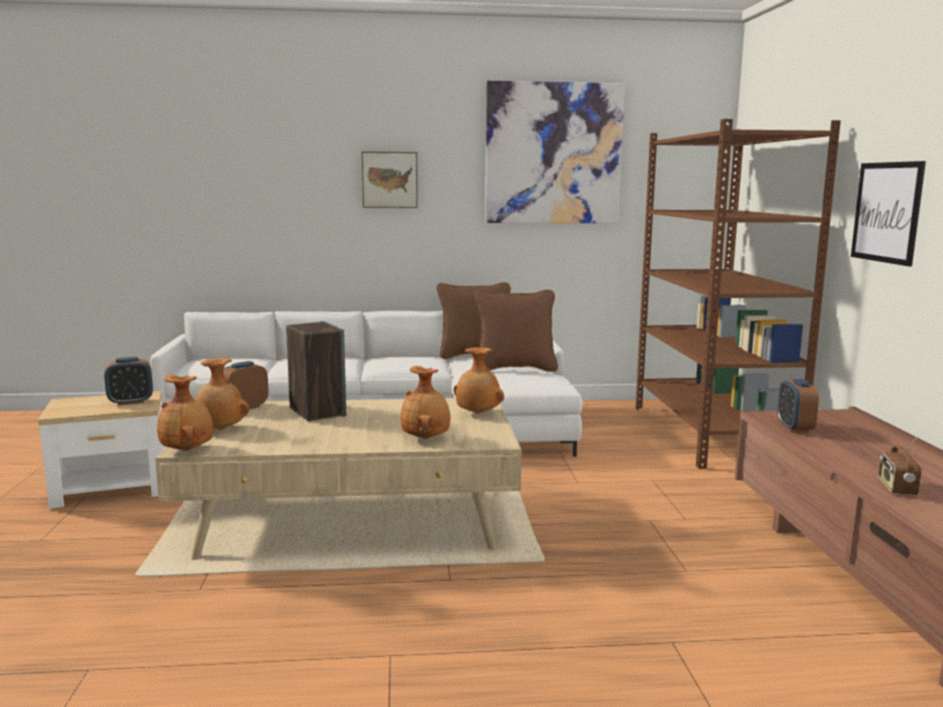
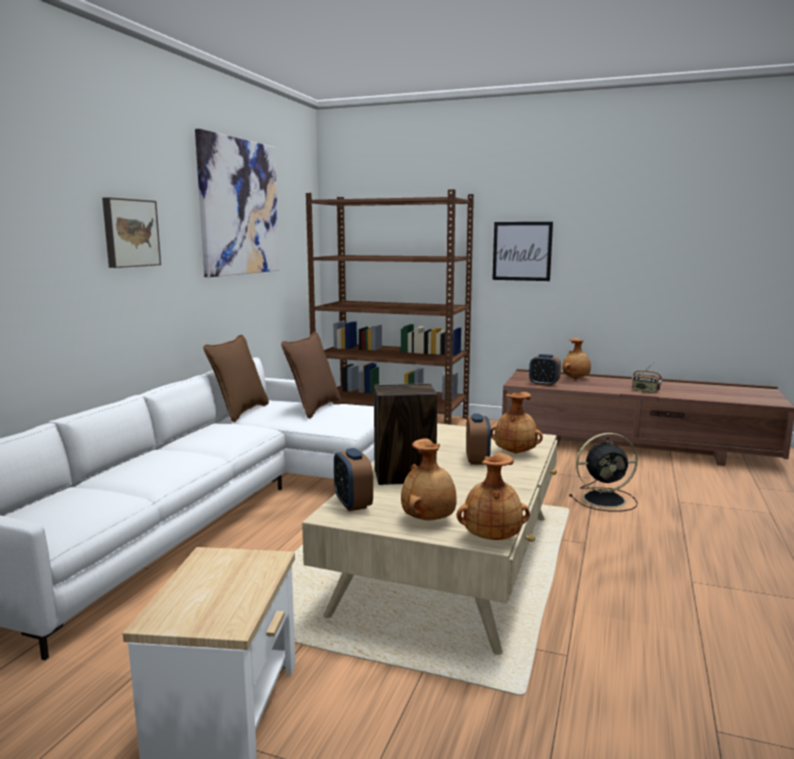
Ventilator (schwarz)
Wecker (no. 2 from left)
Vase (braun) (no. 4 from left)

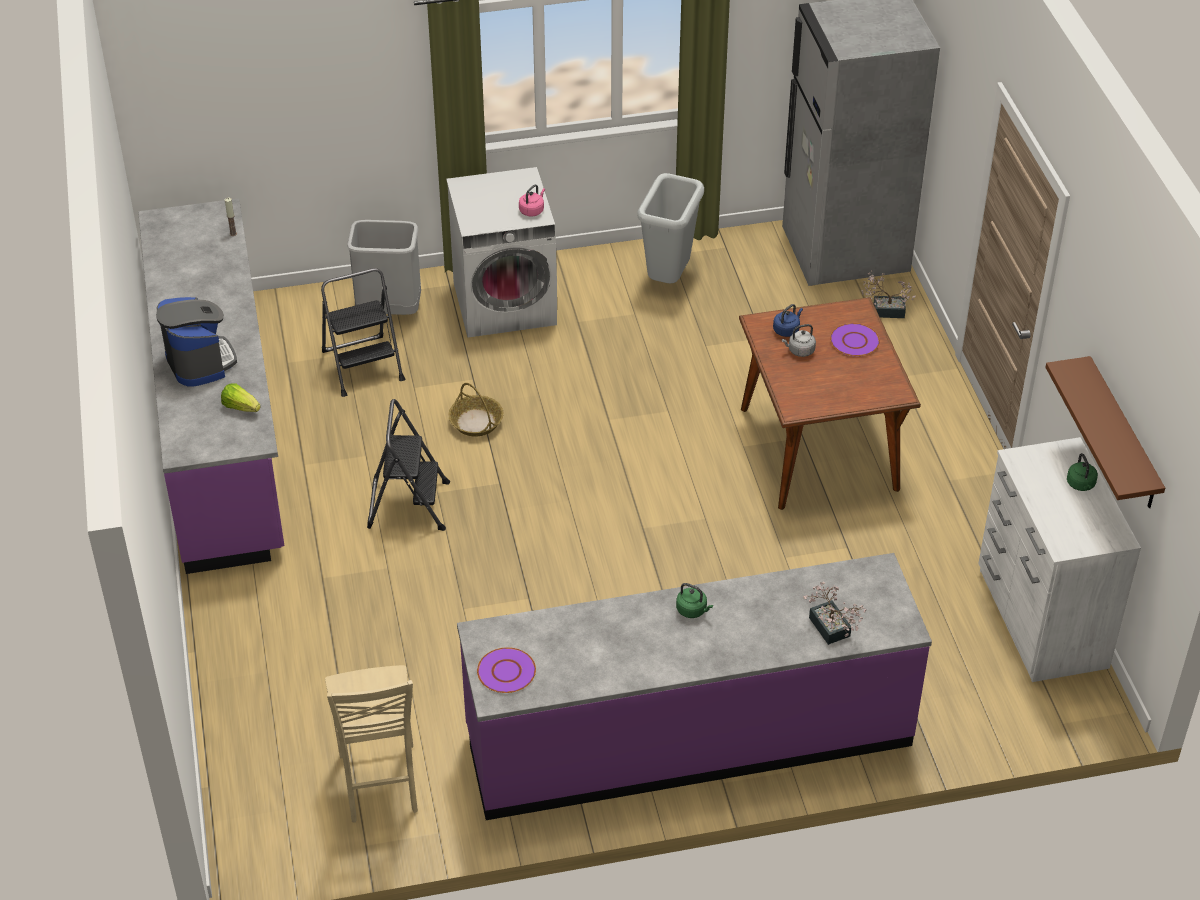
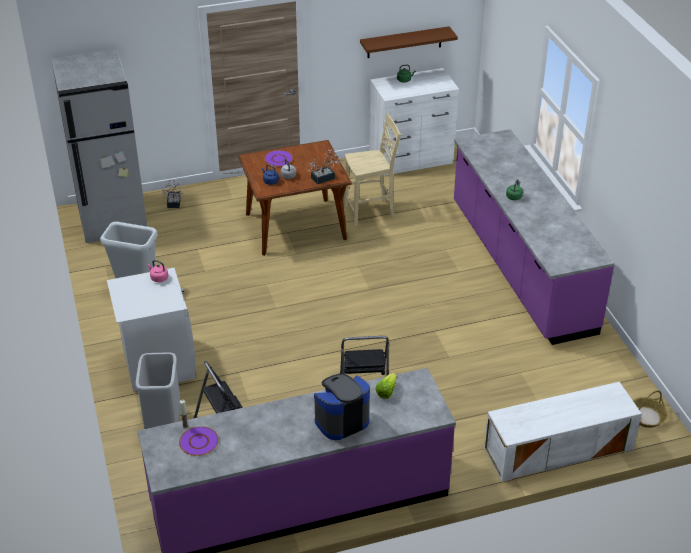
Bank (weiß)
Stuhl (beige)
Korb
Teller (lila) (no. 1 from left)
Topfpflanze (no. 2 from left)

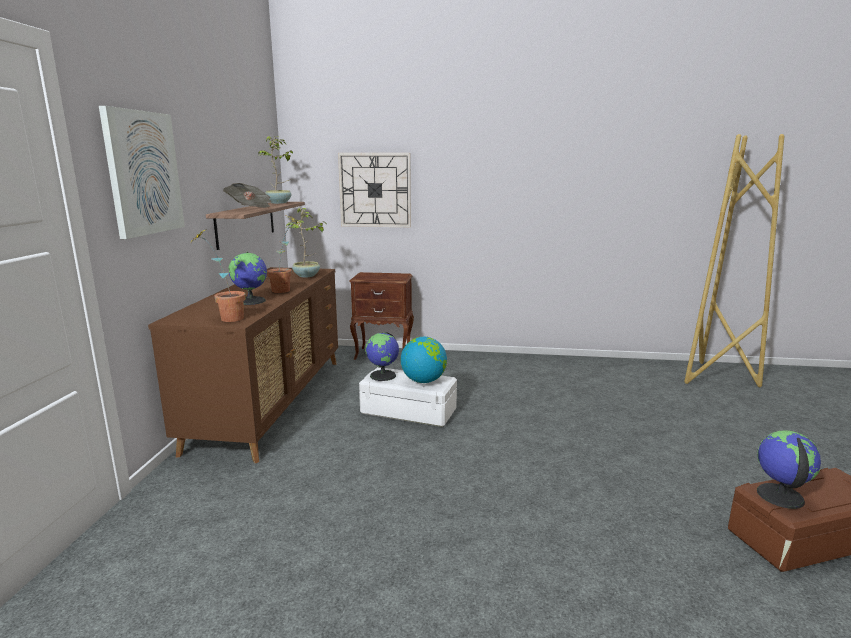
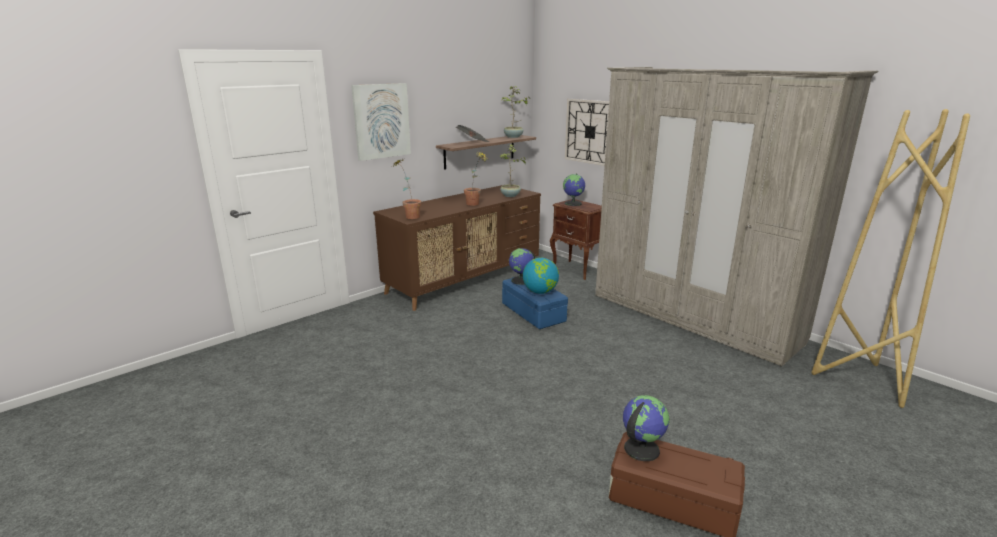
Kleiderschrank (beige)
Globus (no. 3 from left)
Aufbewahrungsbox (blau)

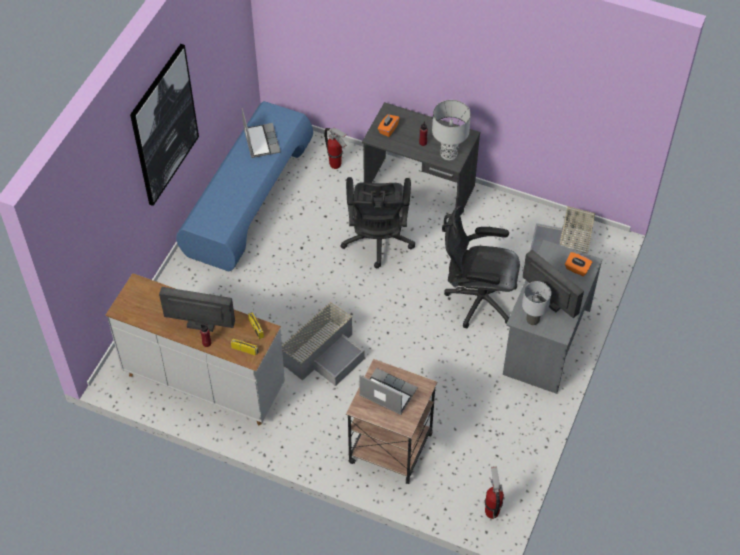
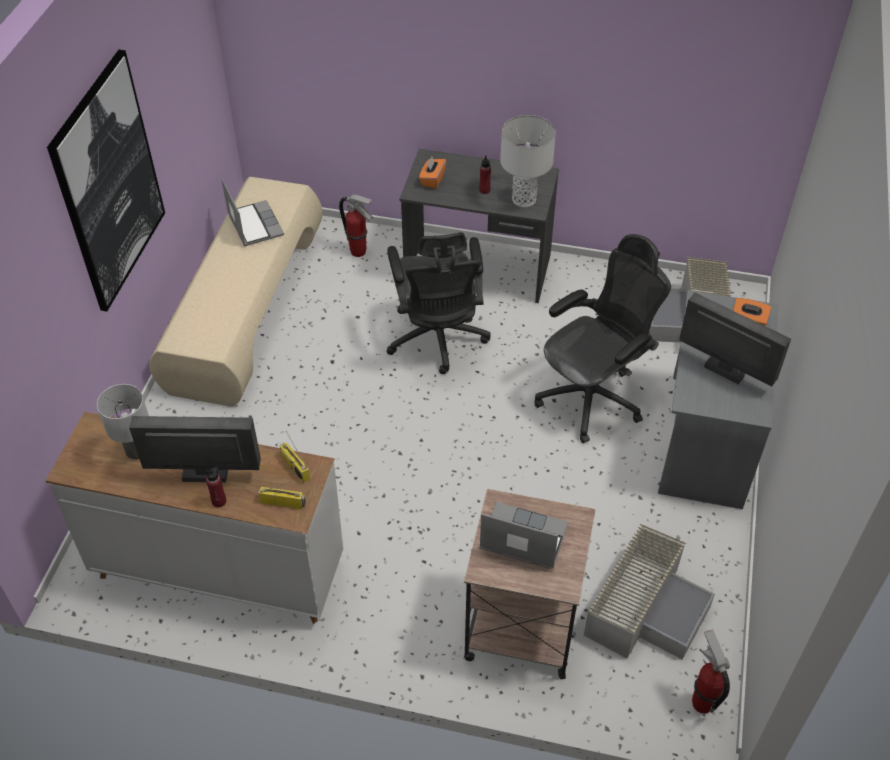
Aufbewahrungsbox (grau) (no. 1 from left)
Tischlampe (weiß) (no. 1 from left)
Bank (beige)
Bürostuhl (no. 2 from left)

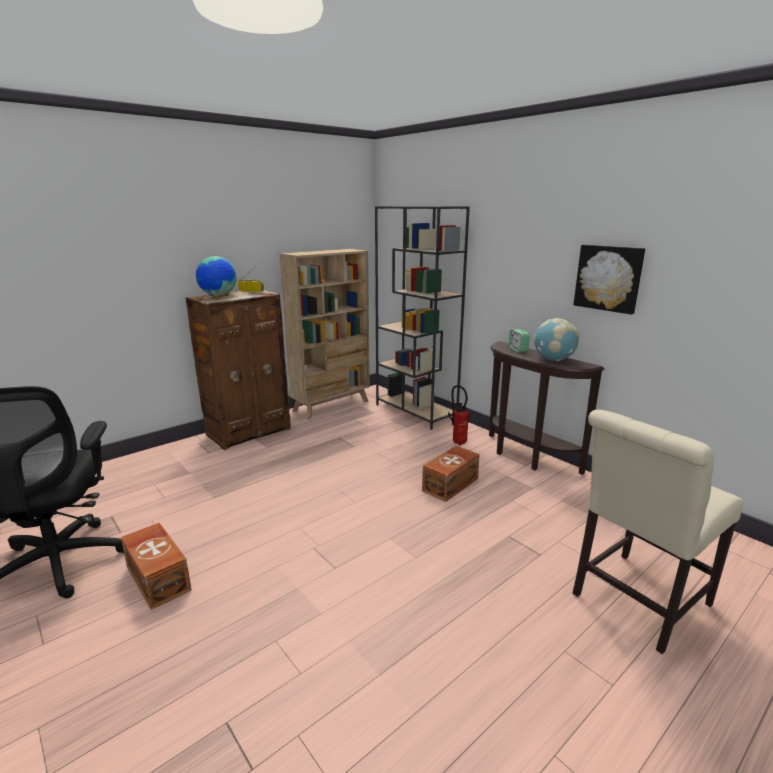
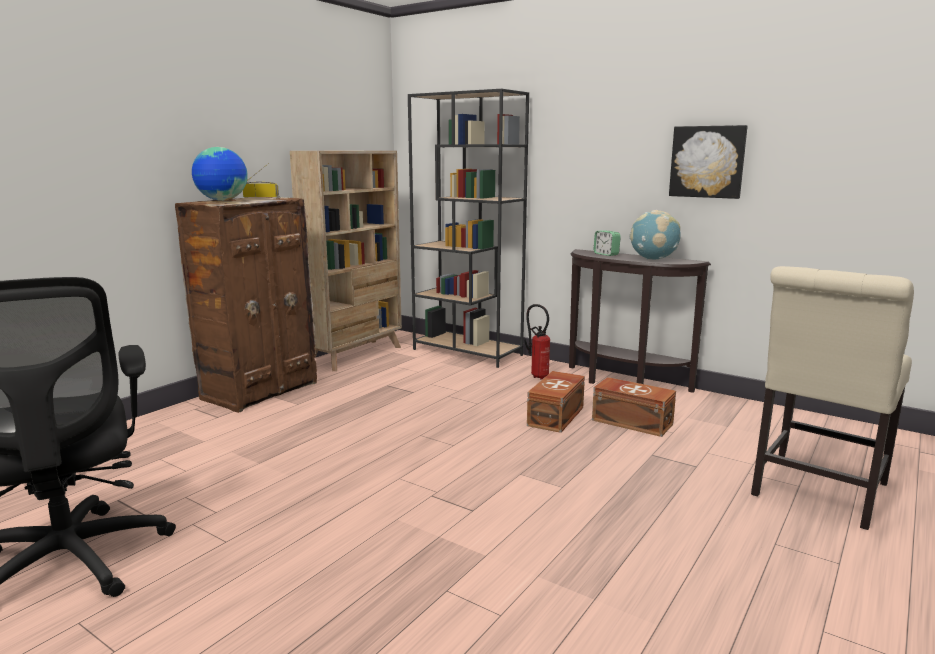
Aufbewahrungsbox (braun) (no. 2 from left)

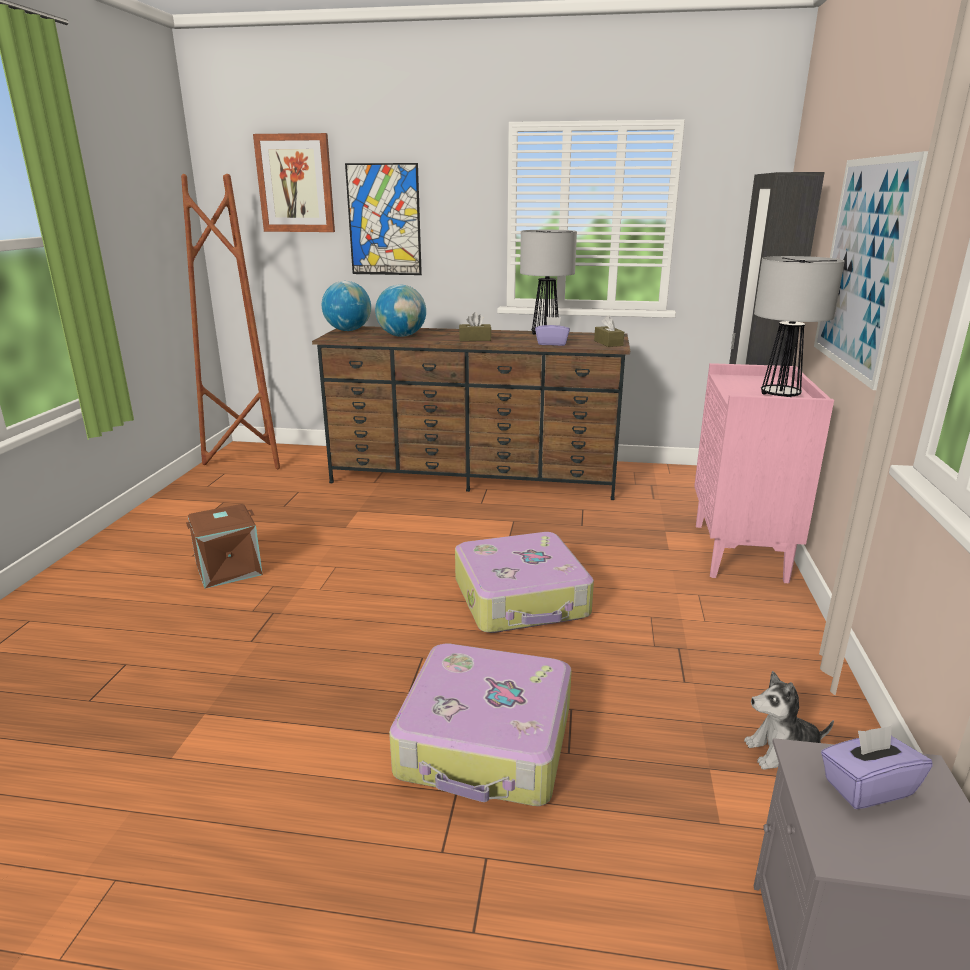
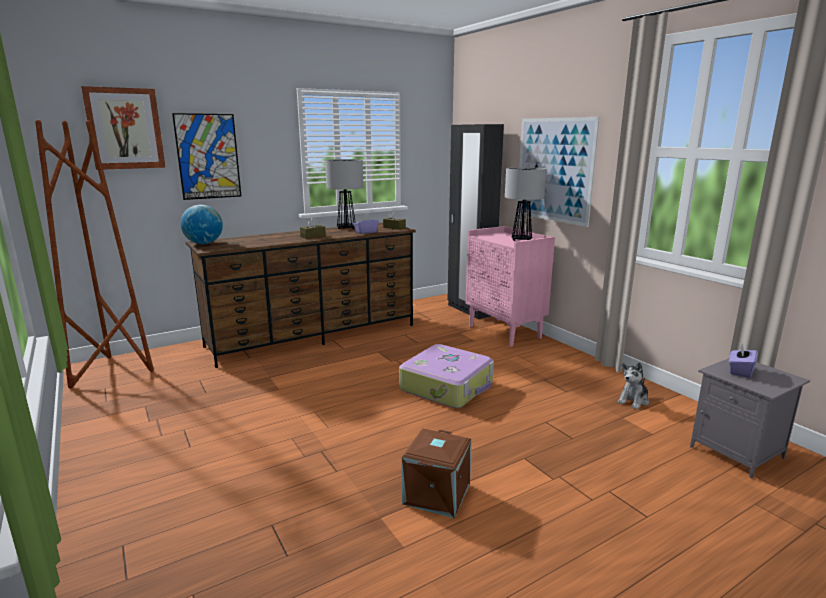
Globus (no. 2 from left in the first image)
Koffer (no. 1 from left in the first image)
Aufbewahrungsbox (braun)

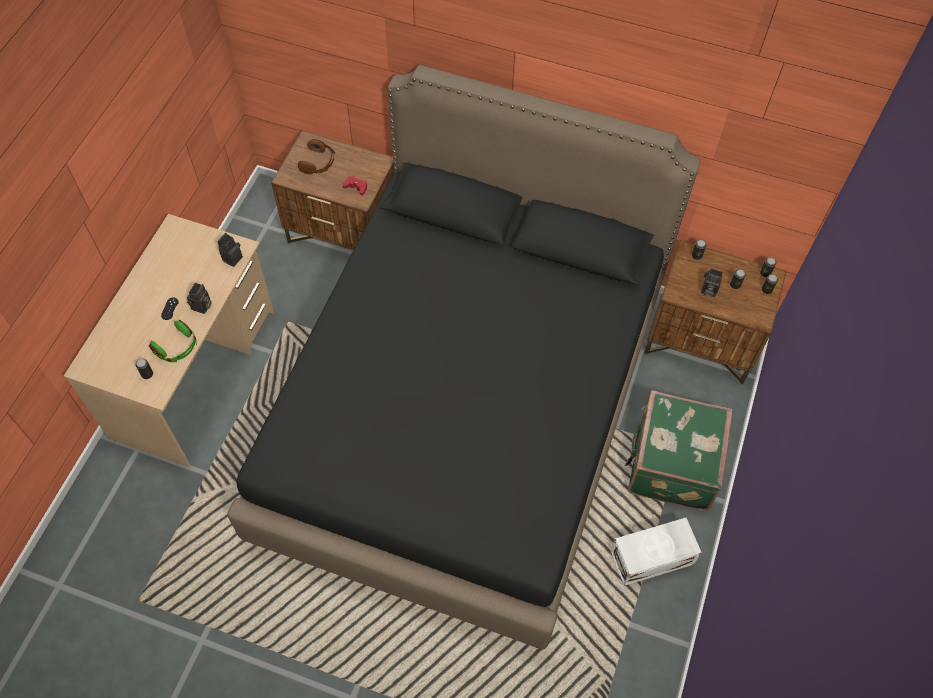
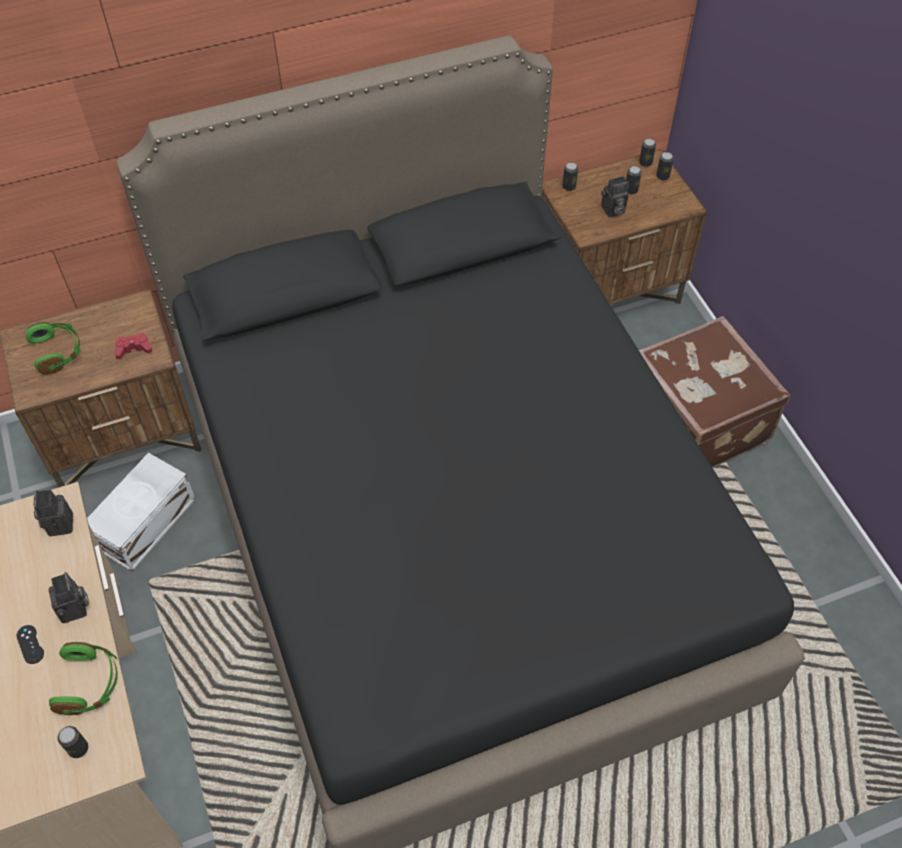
Aufbewahrungsbox (weiß)
Kopfhörer (grün) (no. 1 from left)
Koffer (braun)

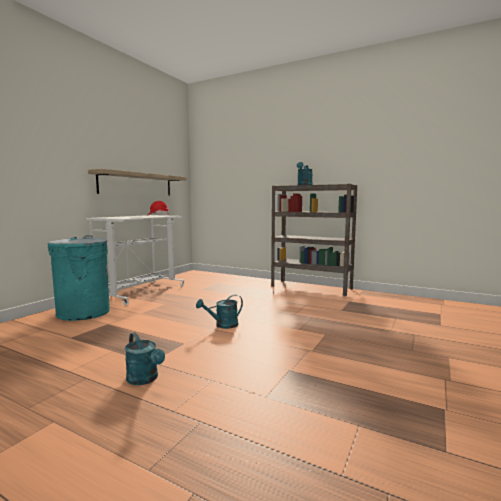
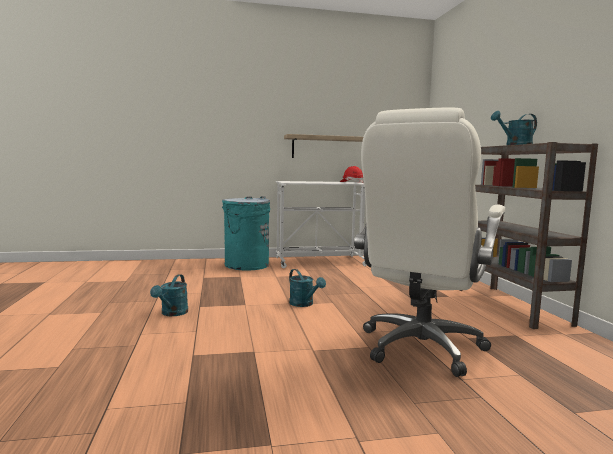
Bürostuhl (weiß)
Gießkanne (türkis) (no. 2 from left)

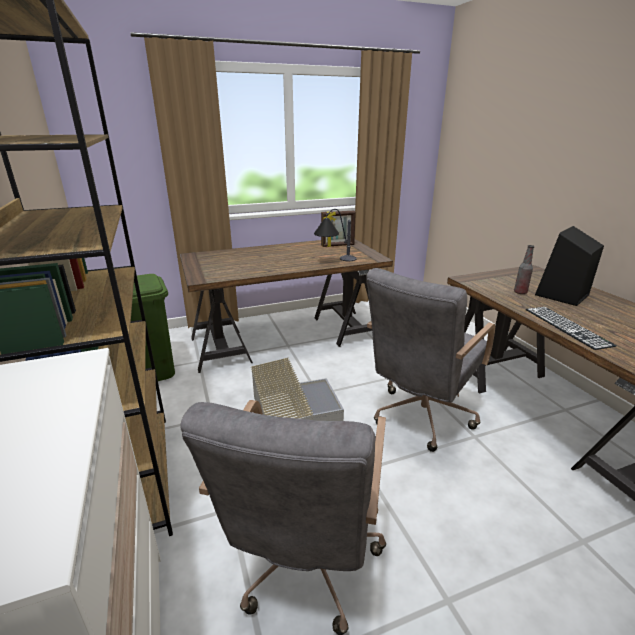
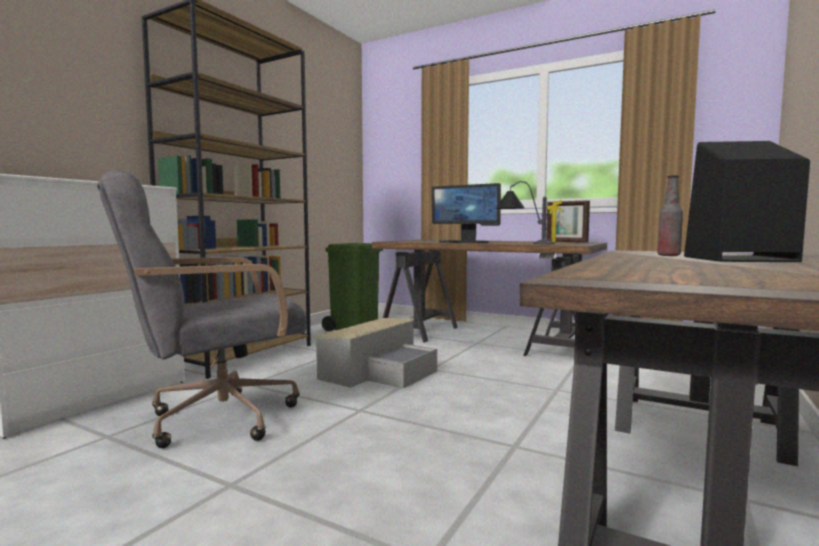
Bürostuhl (grau) (no. 2 from left in the first image)
Tastatur
Monitor

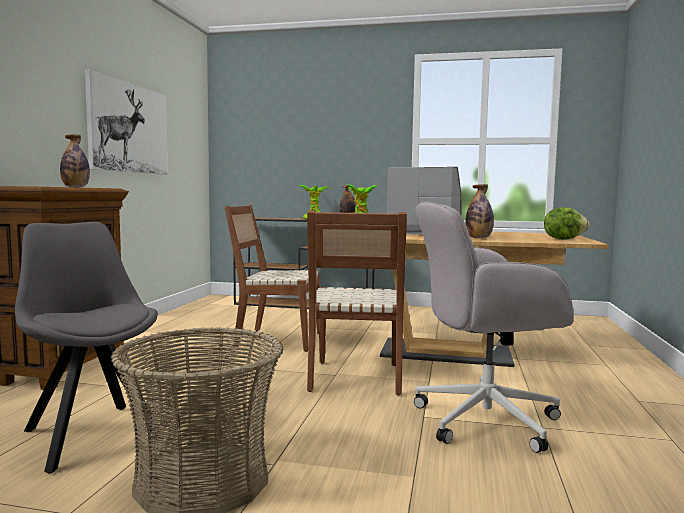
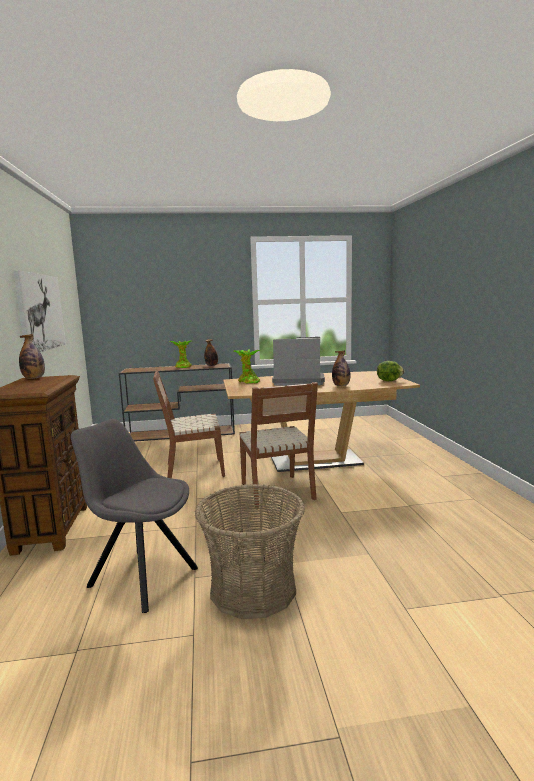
Bürostuhl (grau)

